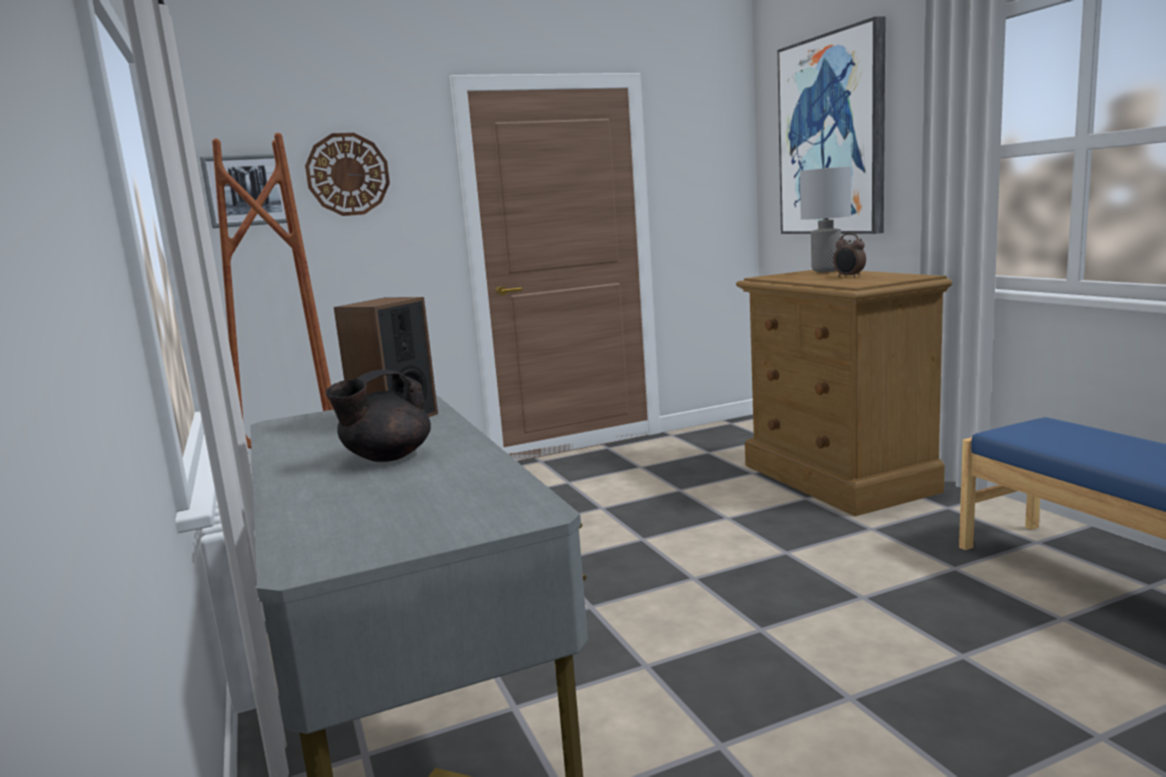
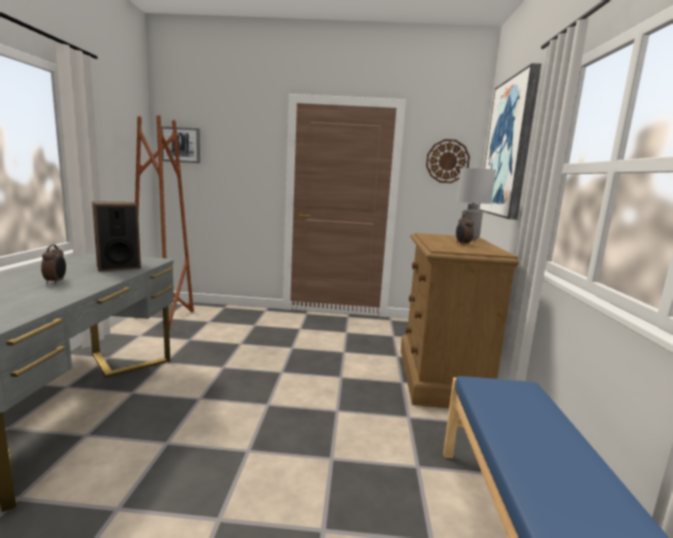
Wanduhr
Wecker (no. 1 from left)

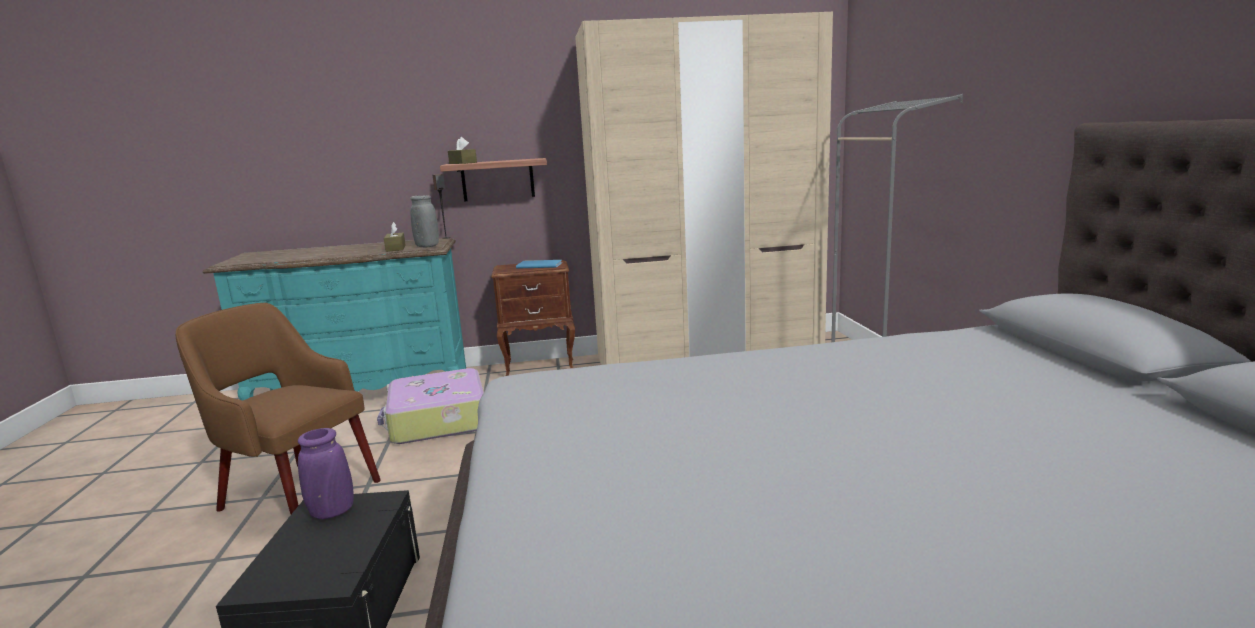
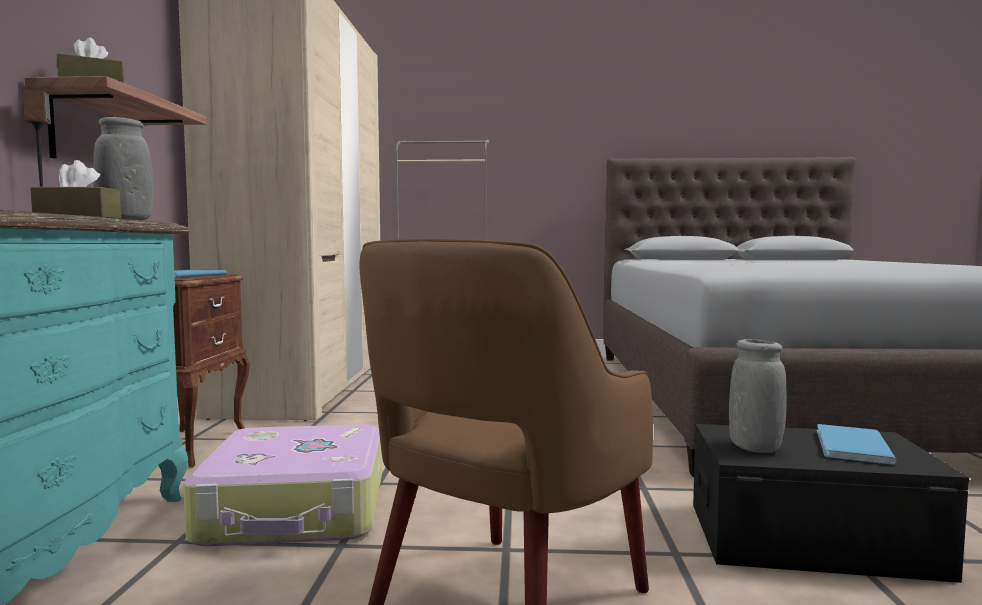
Buch (blau) (no. 2 from left)
Vase (grau) (no. 2 from left)

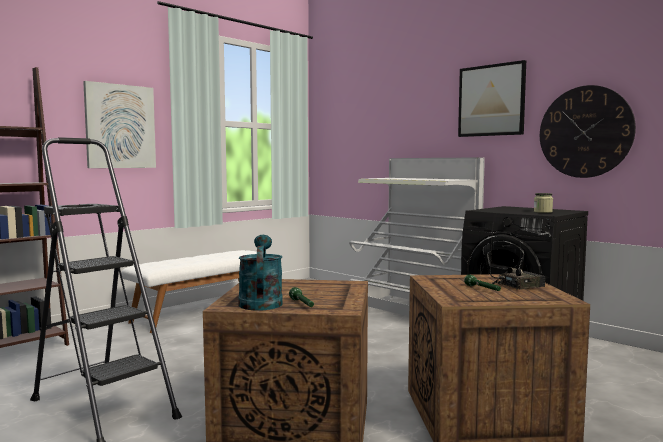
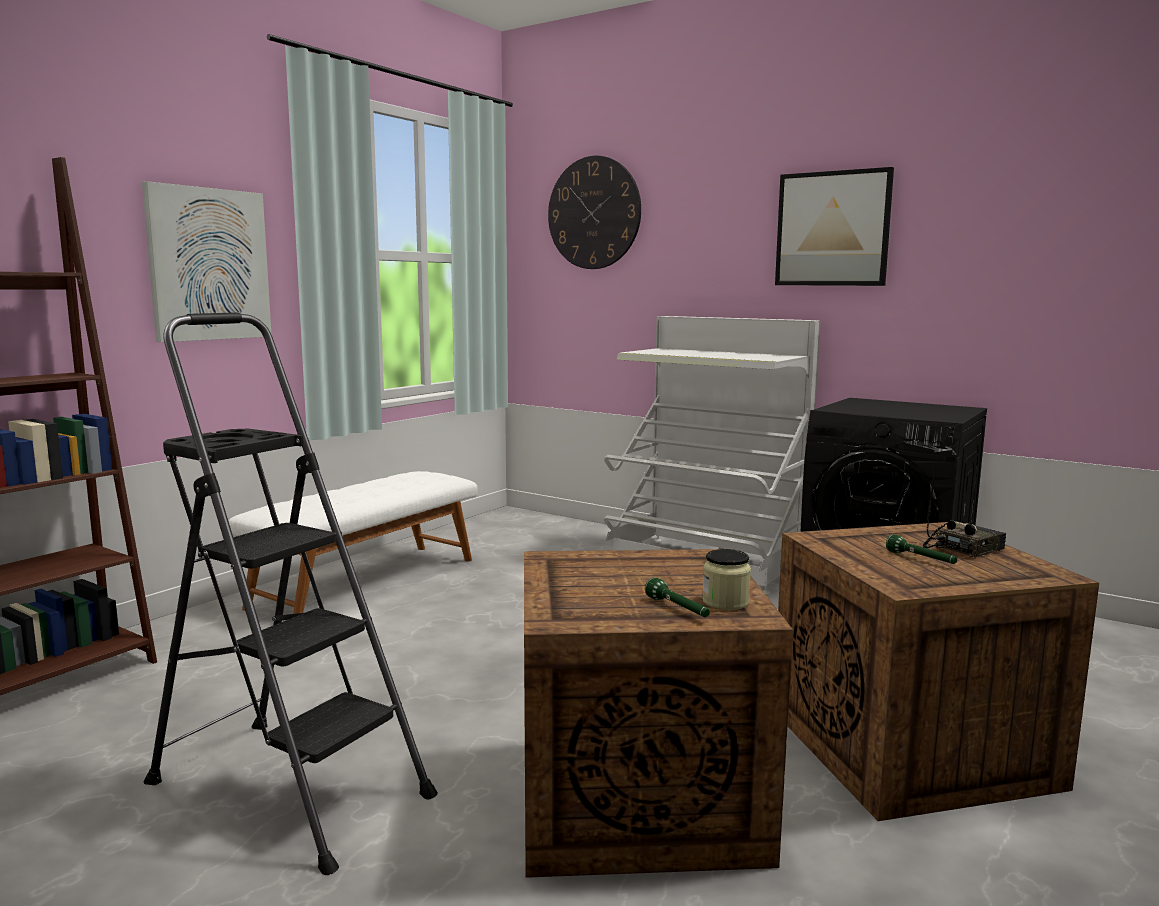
Gießkanne (türkis)
Vorratsglas
Wanduhr

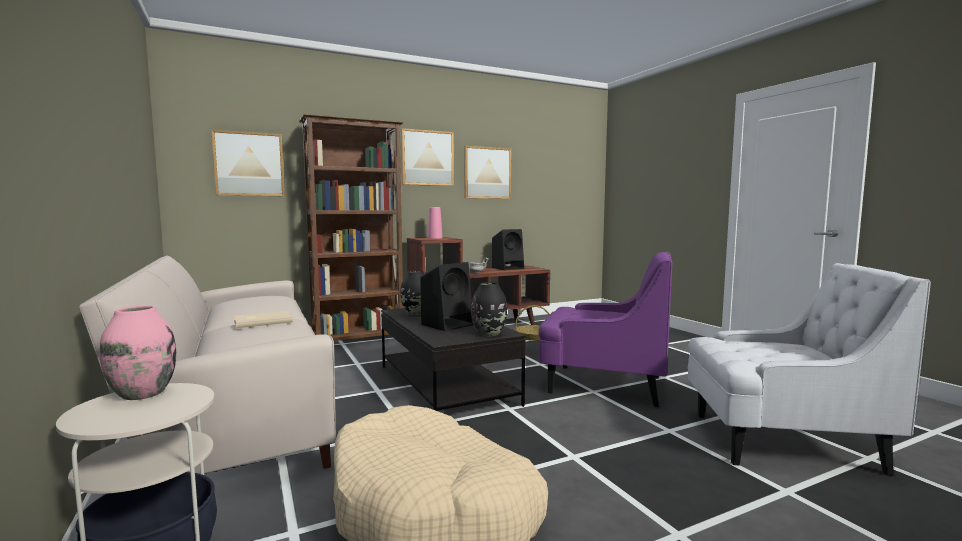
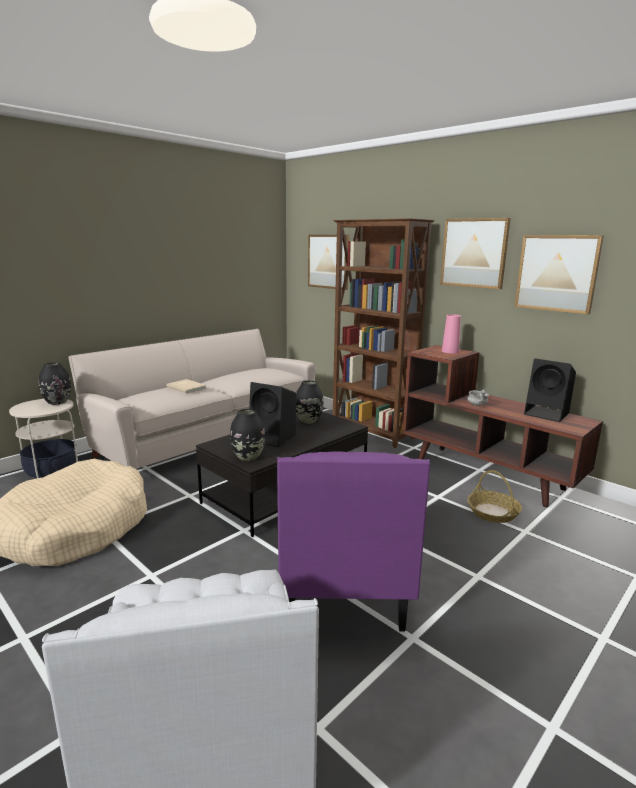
Vase (schwarz) (no. 1 from left)

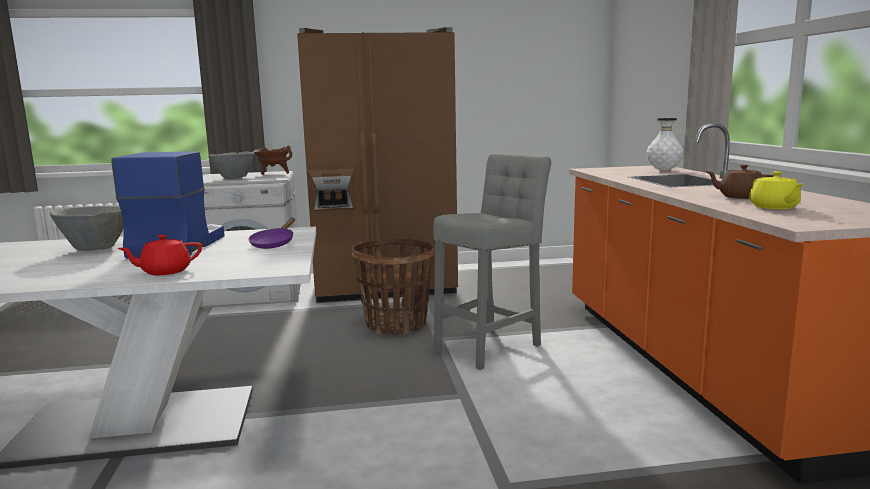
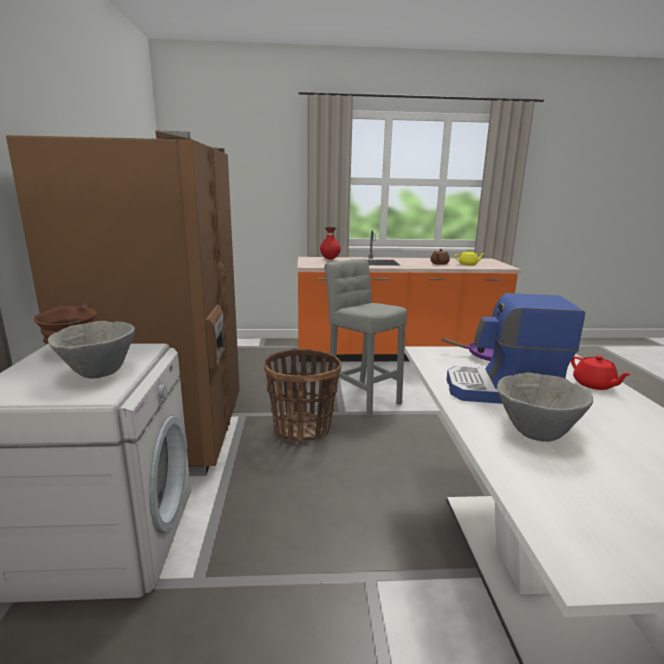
Vase (rot)

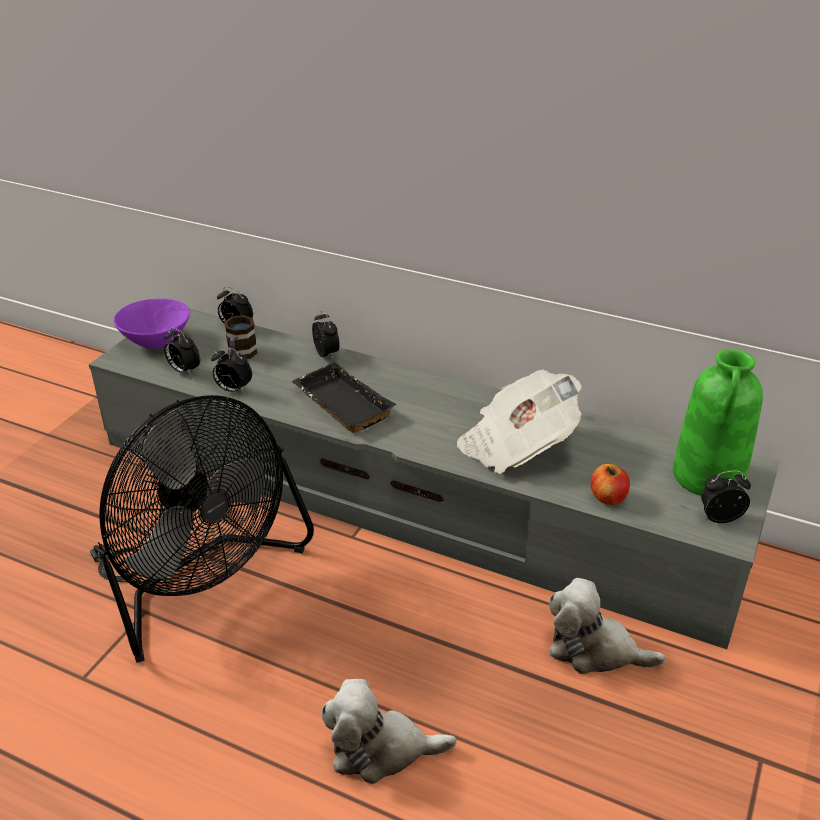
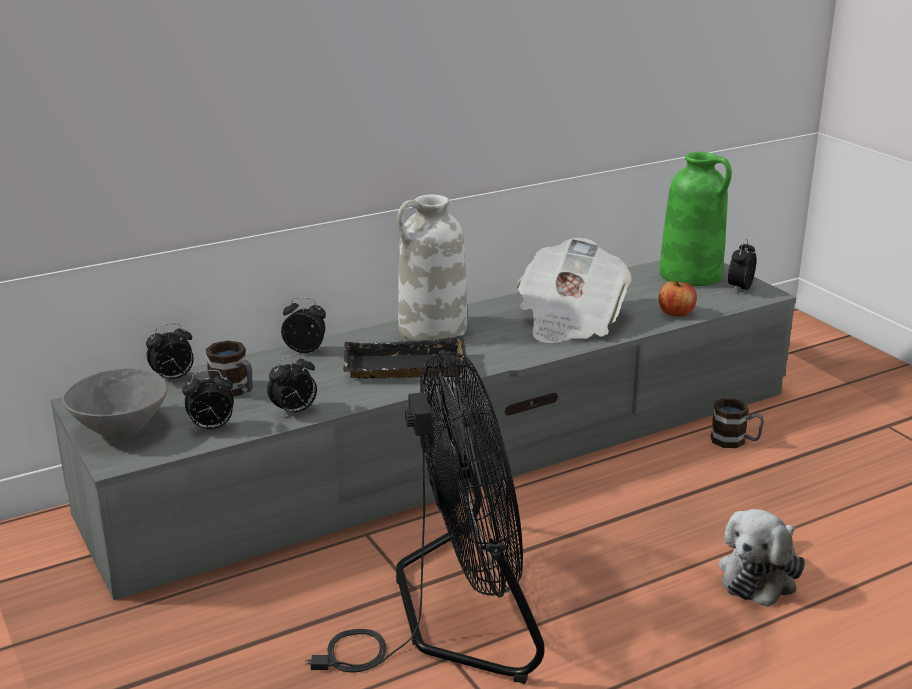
Vase (weiß)
Henkelbecher (no. 2 from left)
Schüssel (grau)

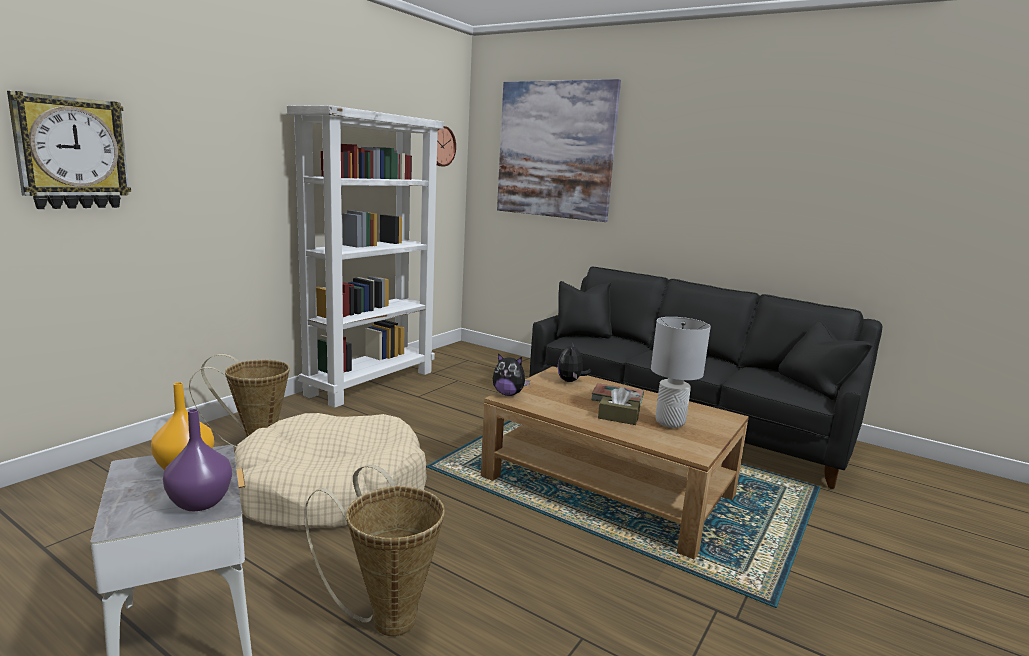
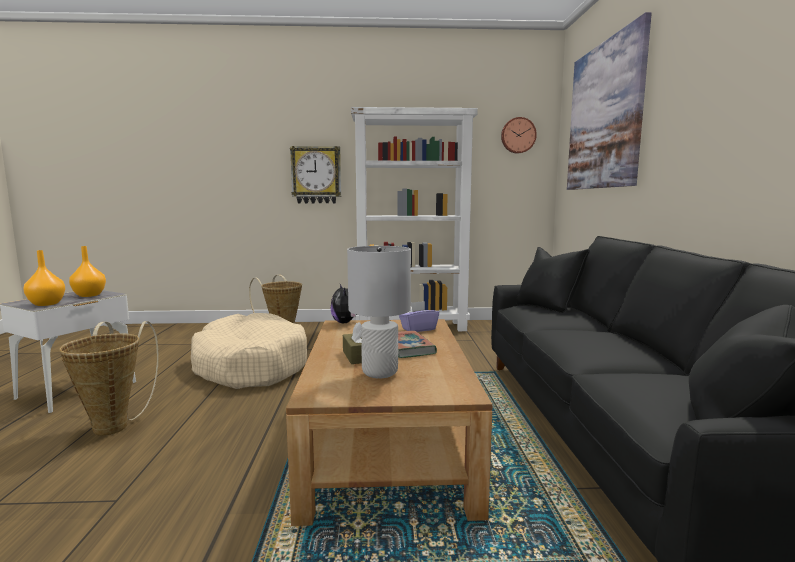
Wanduhr (no. 1 from left)
Taschentuchbox (lila)
Vase (orange) (no. 1 from left)

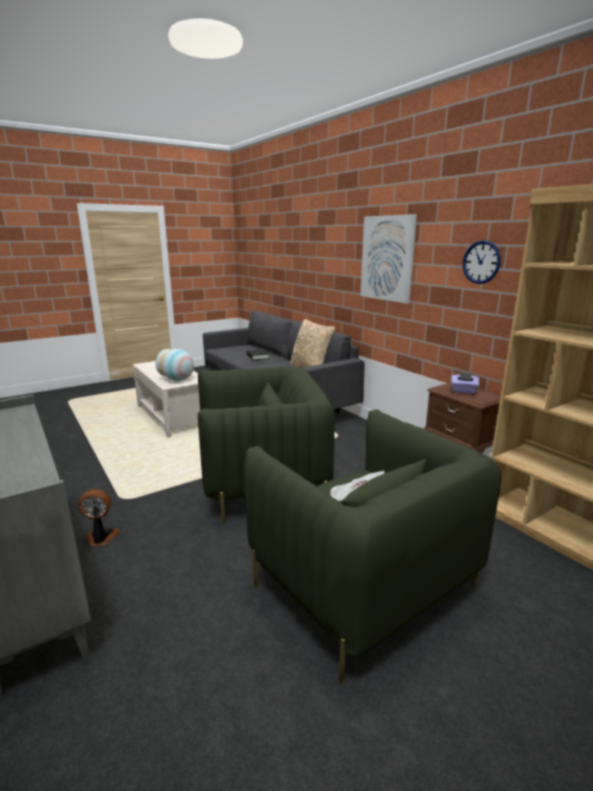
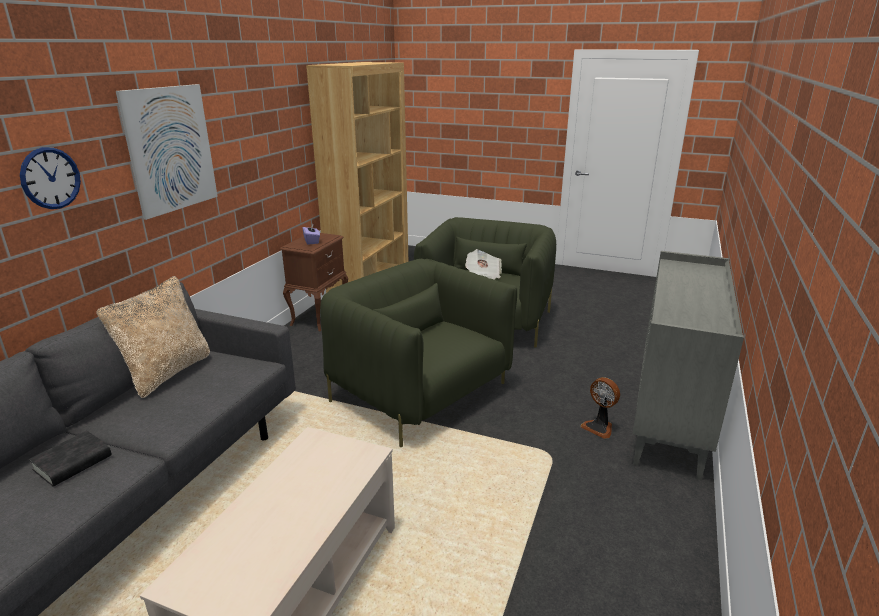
Vase
Wanduhr

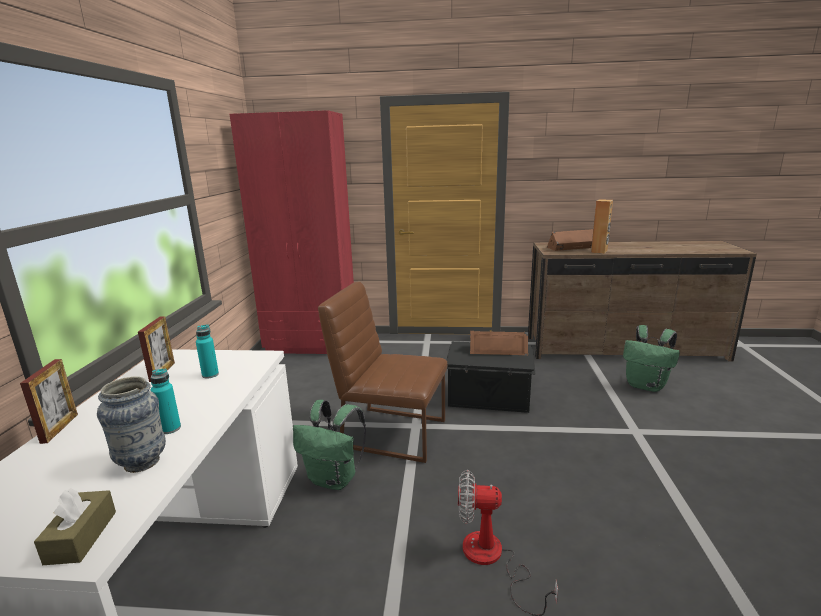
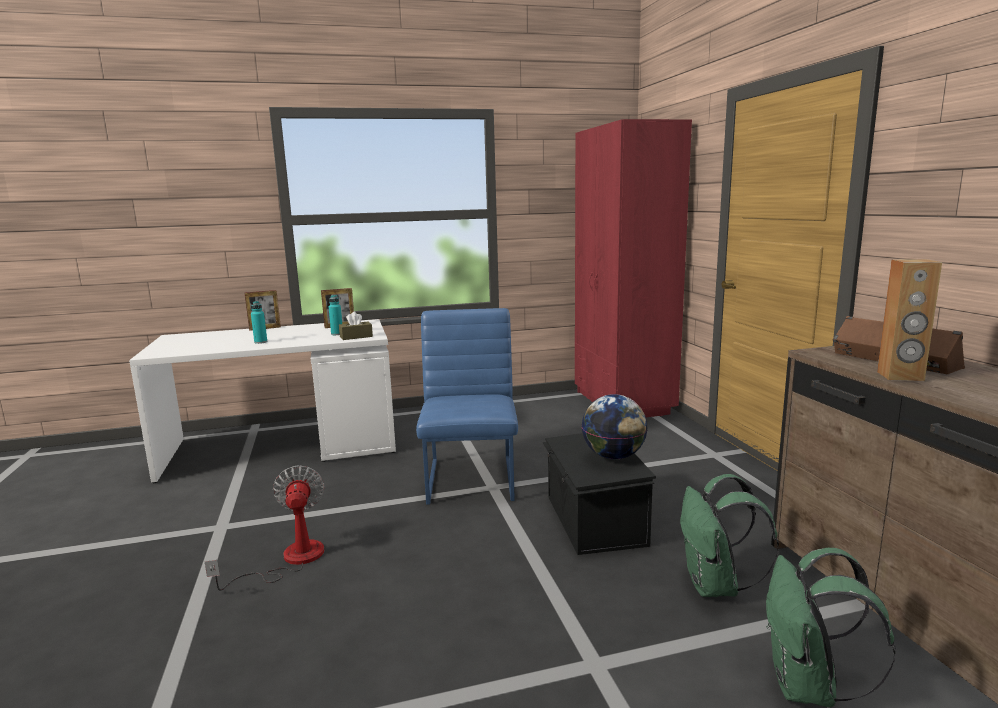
Vase
Taschentuchbox (braun)
Rucksack (grün) (no. 1 from left)
Globus
Stuhl (blau)

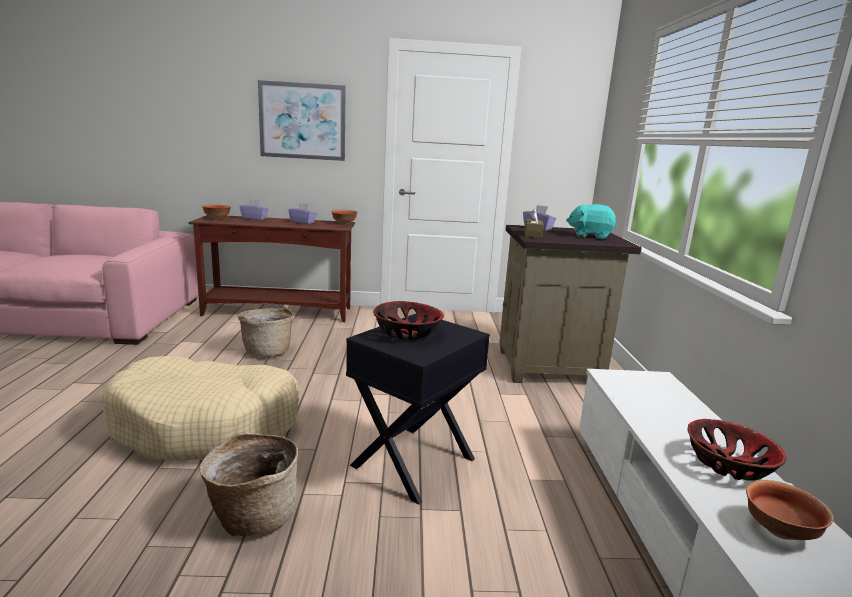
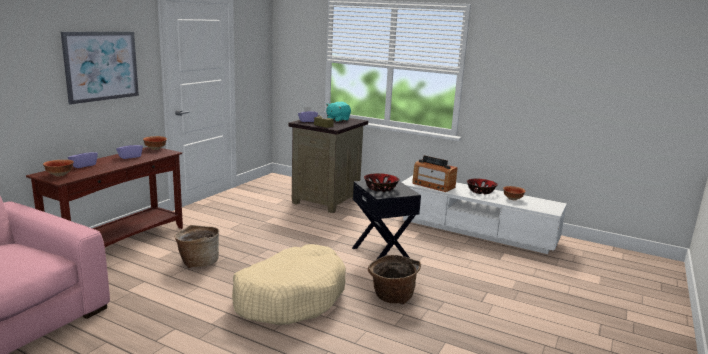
Radio

